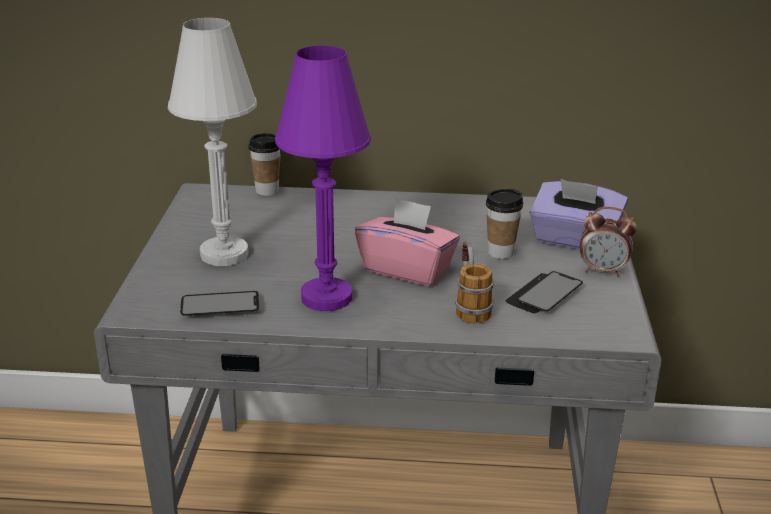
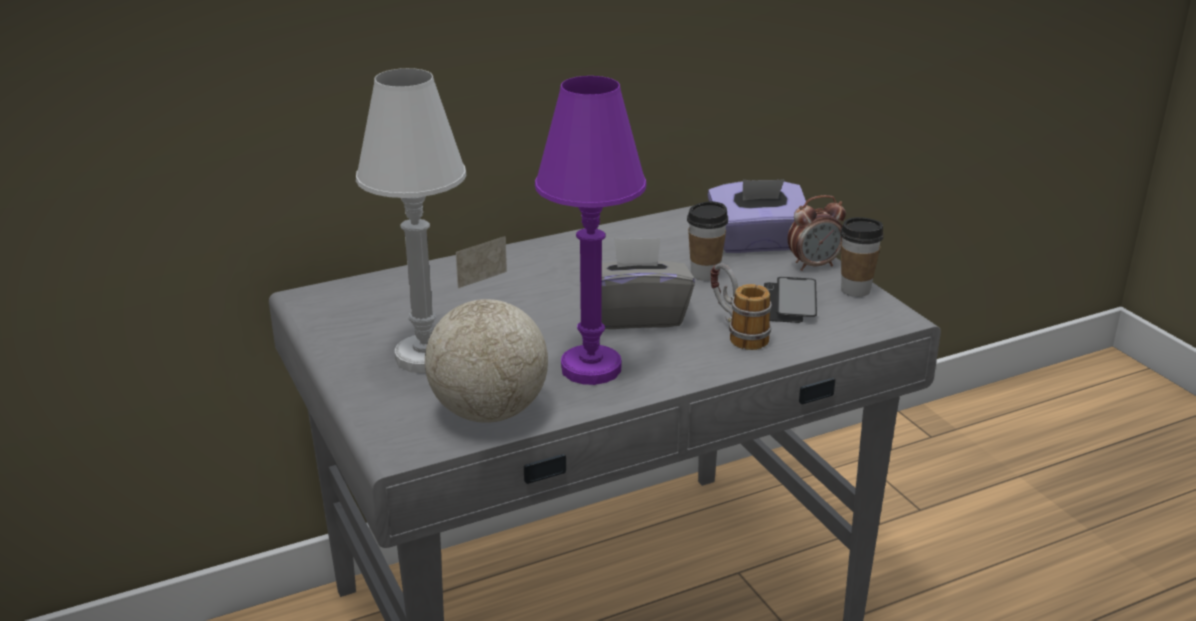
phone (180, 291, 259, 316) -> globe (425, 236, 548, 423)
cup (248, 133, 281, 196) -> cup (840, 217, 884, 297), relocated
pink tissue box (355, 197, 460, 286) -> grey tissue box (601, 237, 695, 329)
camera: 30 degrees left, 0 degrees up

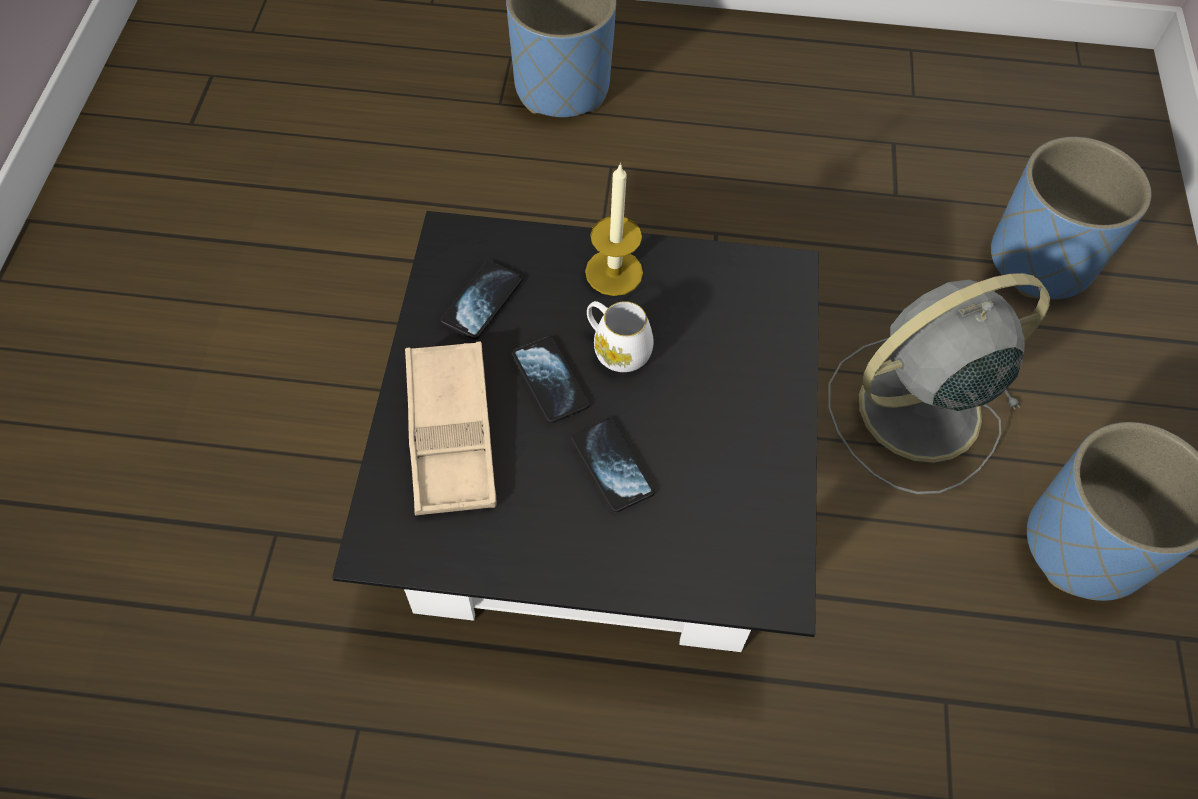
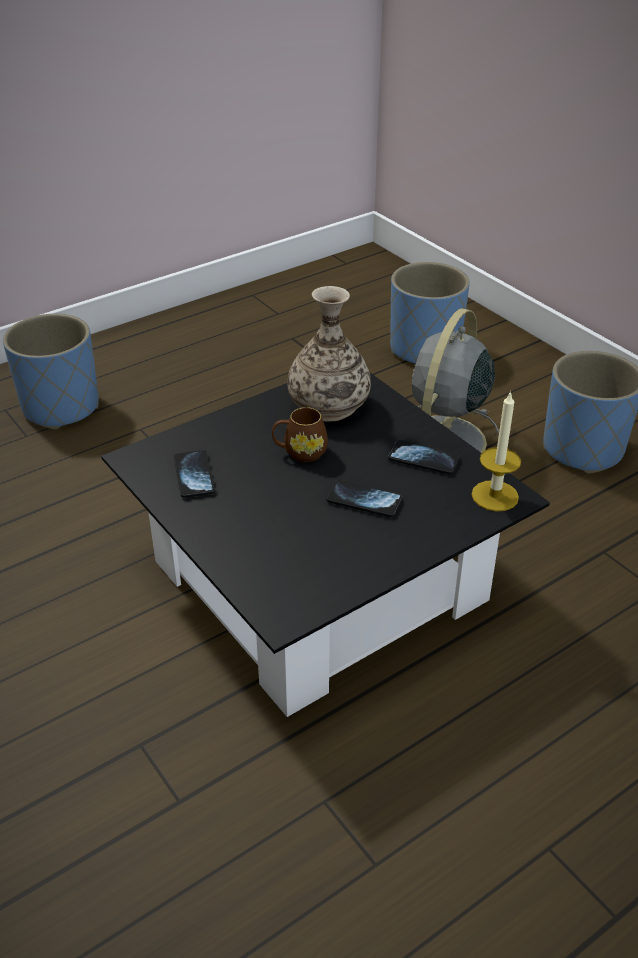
beige tray (405, 341, 497, 516) -> none
phone (512, 336, 589, 423) -> phone (388, 440, 461, 474), relocated
candle (585, 163, 643, 296) -> candle (471, 391, 521, 511), relocated
white mug (587, 301, 654, 372) -> brown mug (272, 407, 328, 462)
none -> vase (287, 286, 371, 421)
camera: 40 degrees left, 20 degrees down

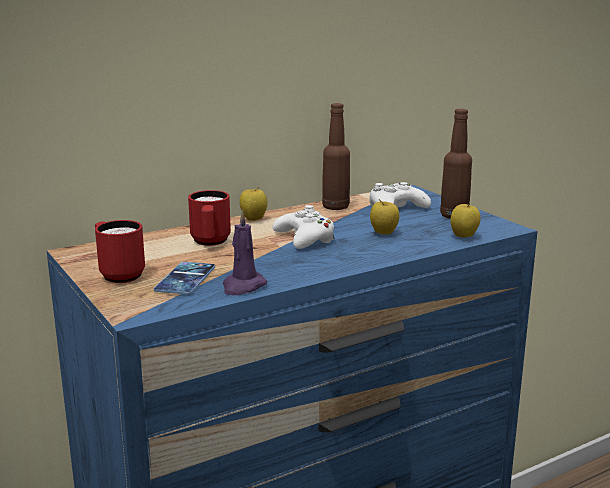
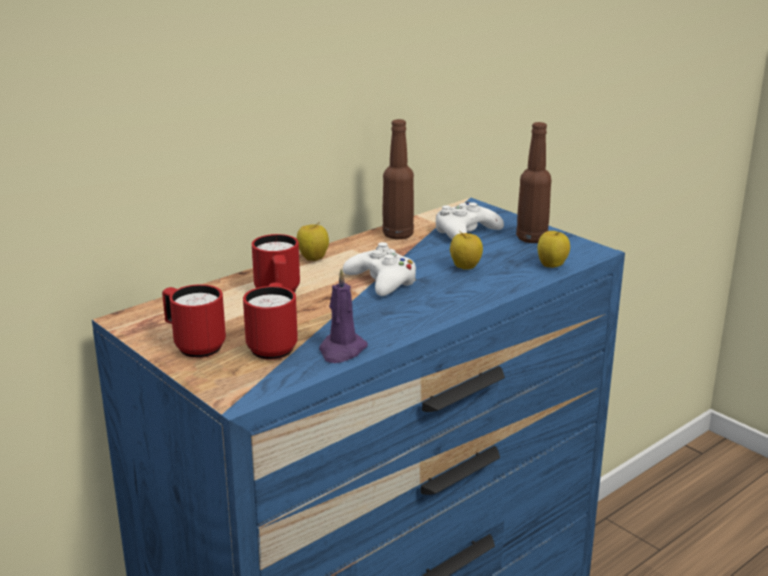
phone (154, 262, 215, 295) -> red mug (243, 283, 298, 360)
camera: 10 degrees left, 5 degrees up

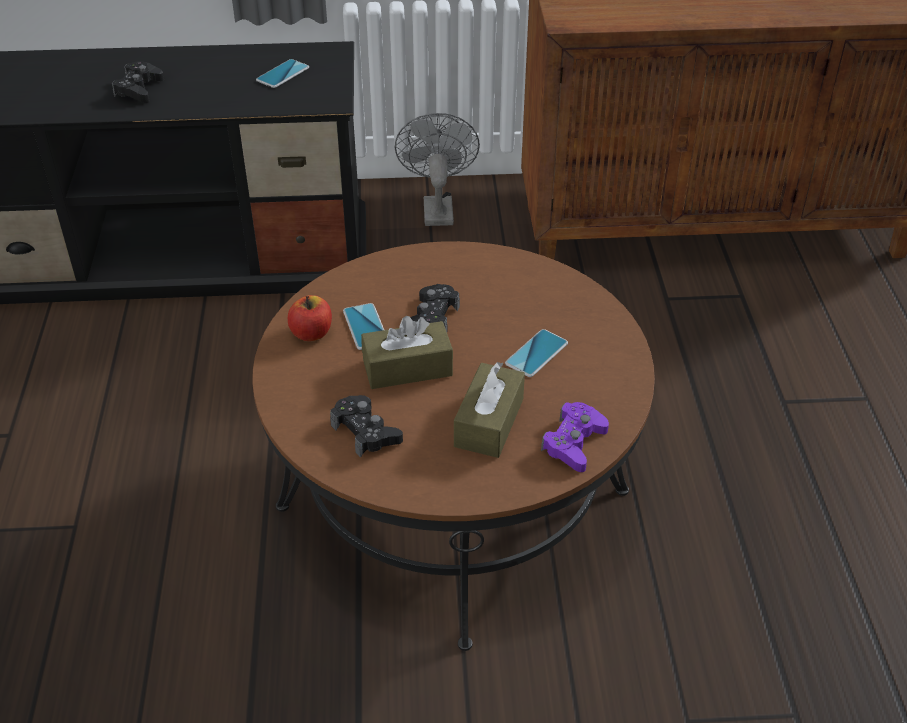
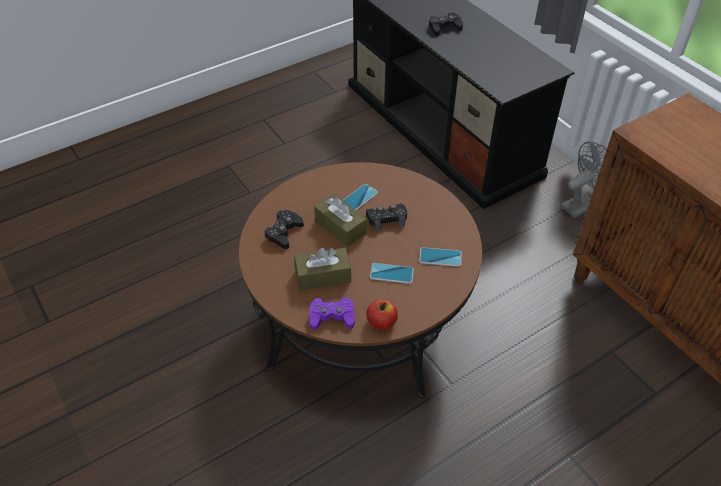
phone (256, 59, 309, 88) -> phone (419, 247, 462, 267), relocated
apple (288, 295, 332, 341) -> apple (366, 300, 398, 330), relocated
camera: 60 degrees right, 5 degrees up

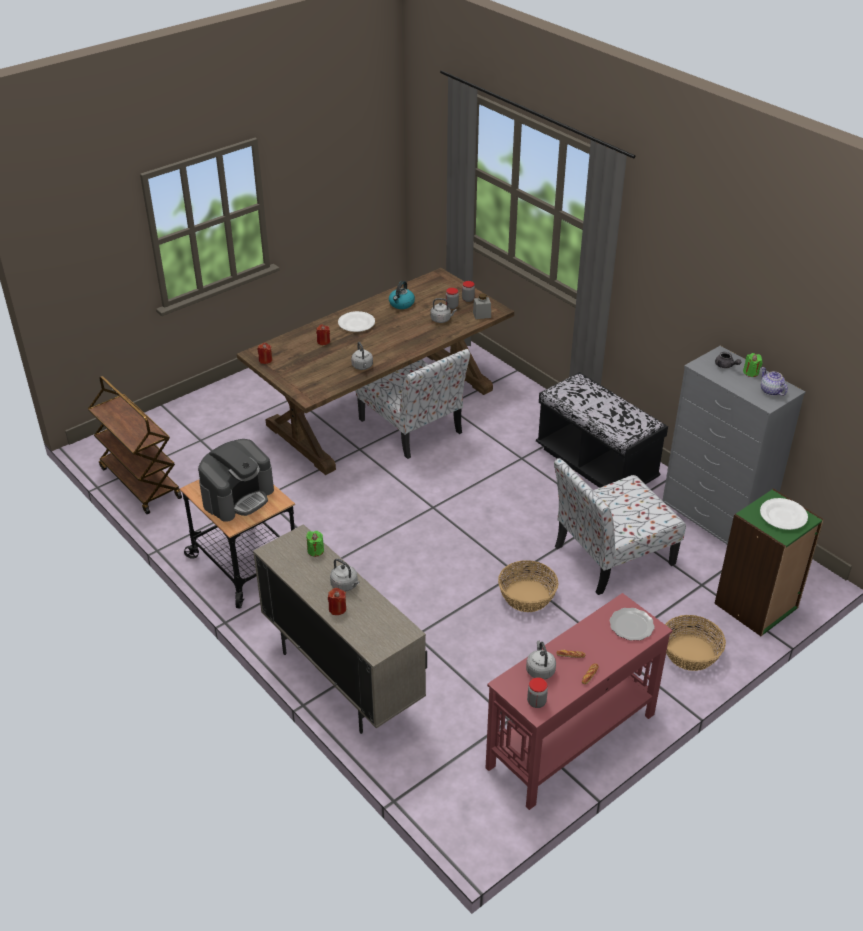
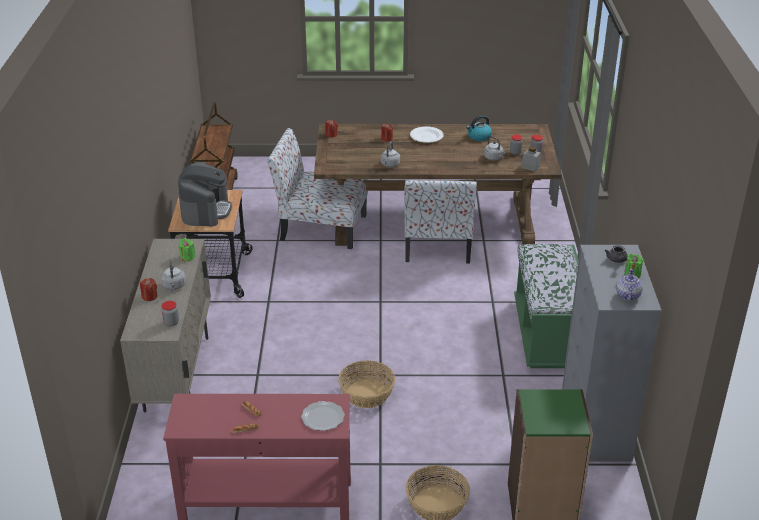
coffee machine (198, 439, 274, 522) -> coffee machine (178, 162, 232, 227), 75 degrees counterclockwise
grey kettle (526, 640, 556, 680) -> none
jar (527, 677, 548, 708) -> jar (162, 301, 179, 326), relocated
black bench (536, 372, 668, 488) -> green bench (514, 244, 579, 368)
chair (554, 458, 686, 595) -> chair (267, 128, 368, 249), relocated
white plate (760, 498, 808, 530) -> none
camera: 40 degrees right, 5 degrees down

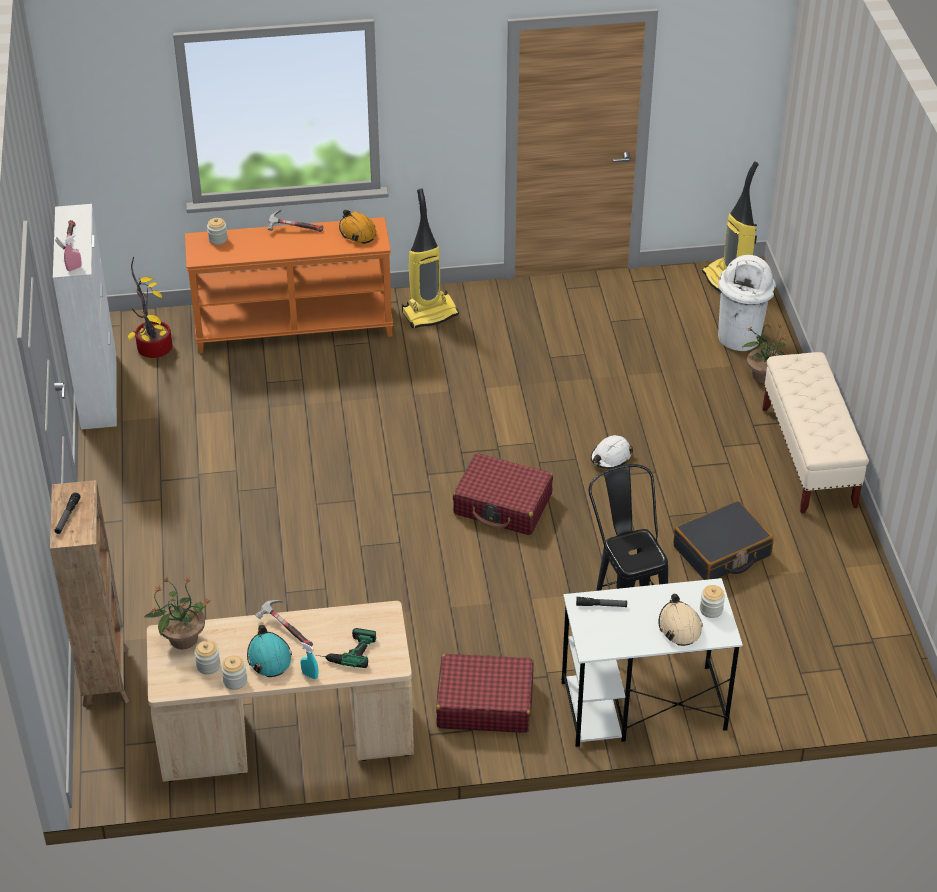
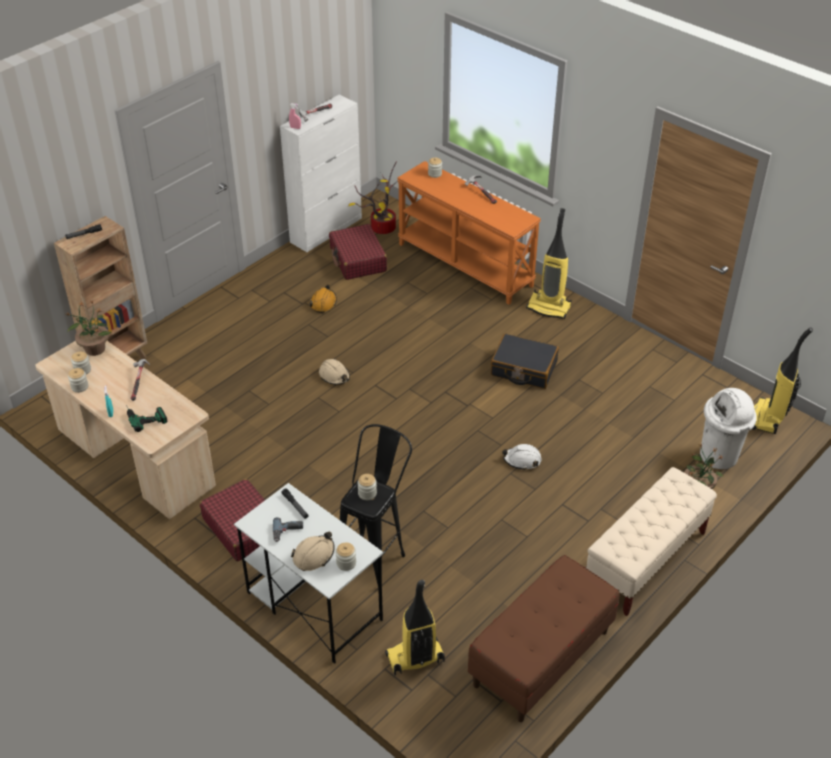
turquoise hard hat (247, 625, 292, 677) -> none
orange hard hat (339, 209, 377, 244) -> orange hard hat (309, 284, 337, 313), relocated
red suitcase (453, 453, 553, 535) -> red suitcase (329, 224, 387, 280), relocated
black suitcase (673, 501, 773, 580) -> black suitcase (491, 333, 559, 389), relocated
none -> power drill (273, 517, 303, 542)
none -> beige hard hat (319, 359, 350, 385)
none -> jar (357, 474, 377, 500)
none -> vacuum cleaner (385, 580, 445, 675)
none -> brown bench (468, 555, 620, 722)
camera: 50 degrees right, 0 degrees up

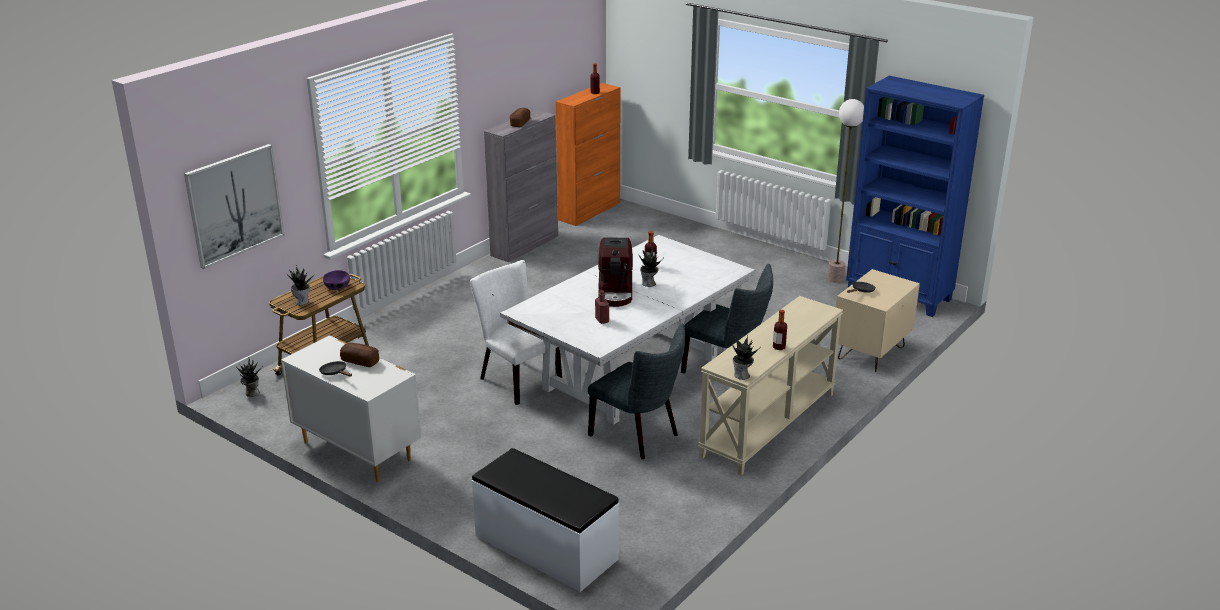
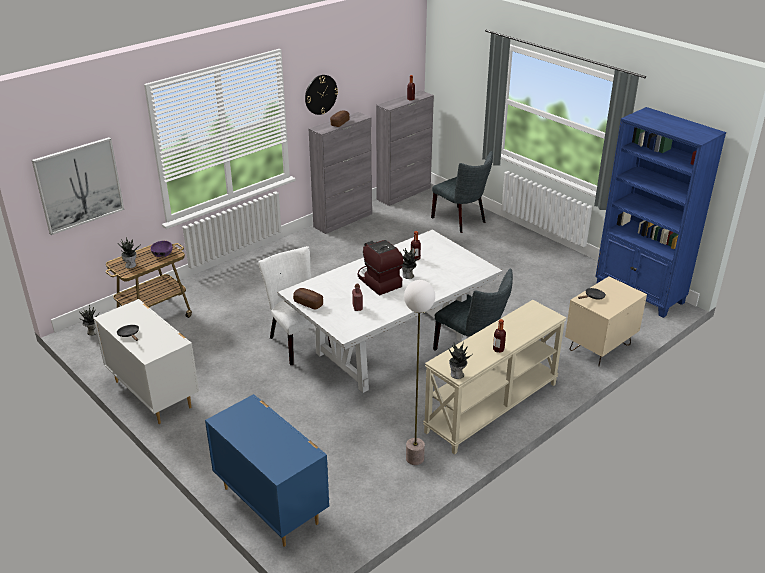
bread (340, 343, 379, 367) -> bread (293, 288, 323, 310), relocated
white bench (472, 448, 620, 592) -> blue dresser (205, 394, 329, 547)
orange cabinet (556, 83, 621, 226) -> grey cabinet (376, 90, 434, 206)
grey chair (588, 323, 685, 459) -> grey chair (431, 151, 493, 233), relocated
coffee machine (598, 238, 633, 307) -> coffee machine (358, 240, 404, 296), 135 degrees clockwise
floor lamp (828, 99, 864, 283) -> floor lamp (404, 280, 435, 465), relocated
none -> wall clock (305, 75, 338, 115)
camera: 10 degrees right, 5 degrees up

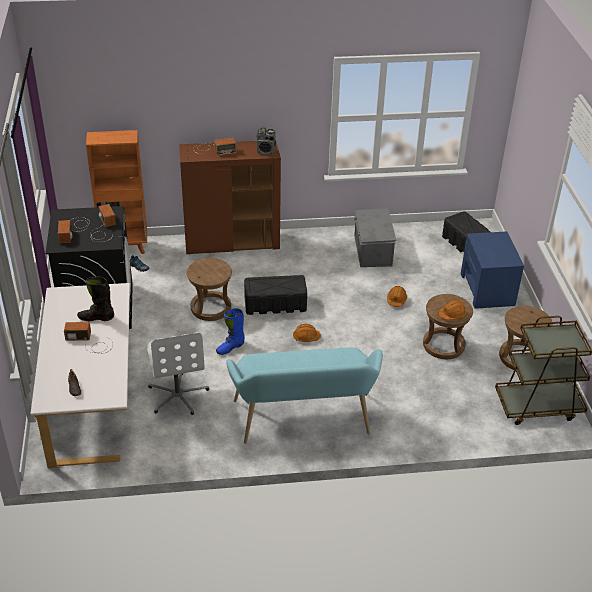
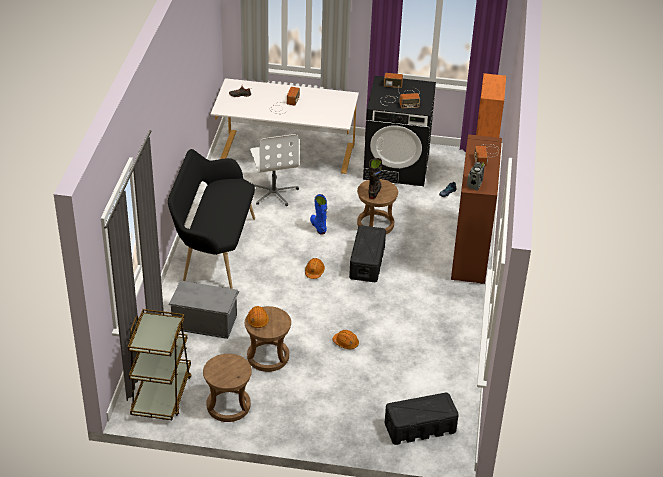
black boot (77, 276, 114, 321) -> black boot (368, 158, 382, 199), relocated
white office chair (146, 332, 209, 415) -> white office chair (250, 134, 299, 206), 105 degrees counterclockwise
turquoise bench (226, 348, 383, 444) -> black bench (168, 149, 255, 289)
grey storage box (354, 208, 396, 267) -> grey storage box (169, 281, 239, 339), relocated
blue nightstand (461, 231, 524, 309) -> none
camera: 105 degrees right, 0 degrees up

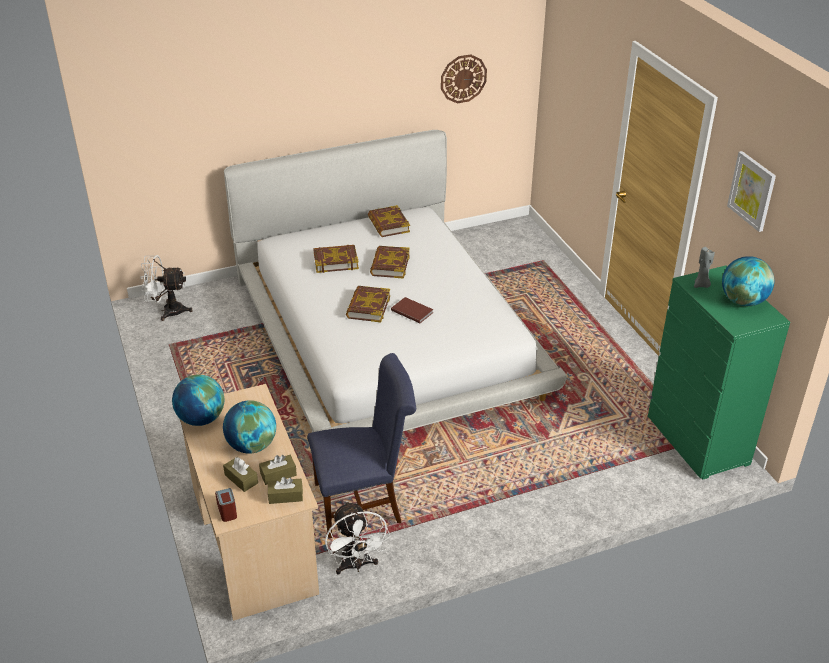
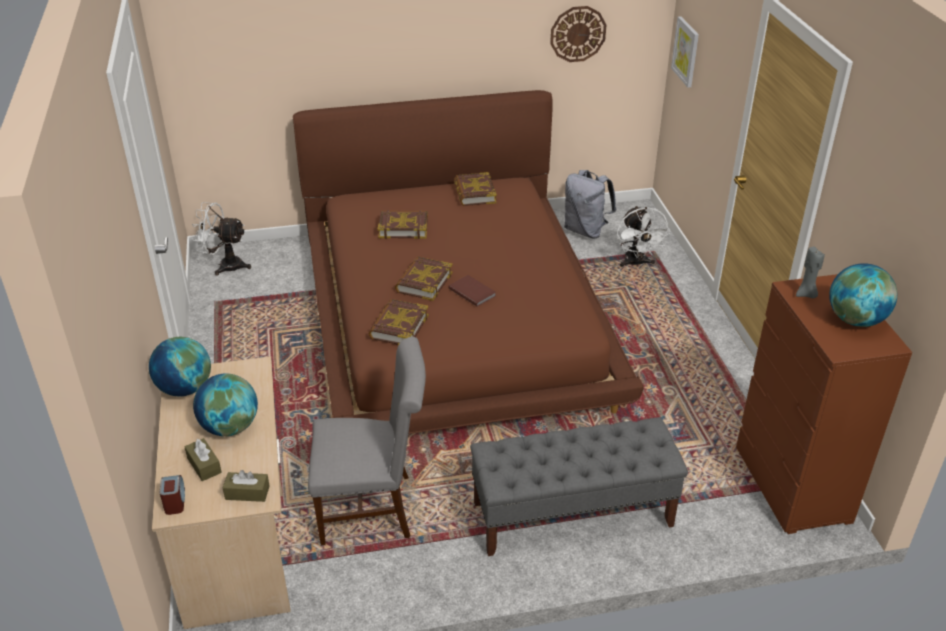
white bed (224, 130, 567, 432) -> brown bed (293, 90, 644, 434)
brown tissue box (259, 455, 297, 485) -> none
blue chair (307, 353, 416, 538) -> grey chair (308, 337, 426, 545)
white fan (325, 501, 390, 575) -> white fan (617, 206, 671, 267), relocated
book (370, 246, 410, 279) -> book (369, 299, 429, 345), relocated
green dresser (648, 265, 790, 480) -> brown dresser (736, 274, 912, 534)
picture (727, 151, 776, 232) -> picture (671, 16, 699, 88), relocated
none -> grey bench (470, 417, 688, 556)
none -> grey backpack (564, 170, 616, 238)
camera: 10 degrees right, 0 degrees up

